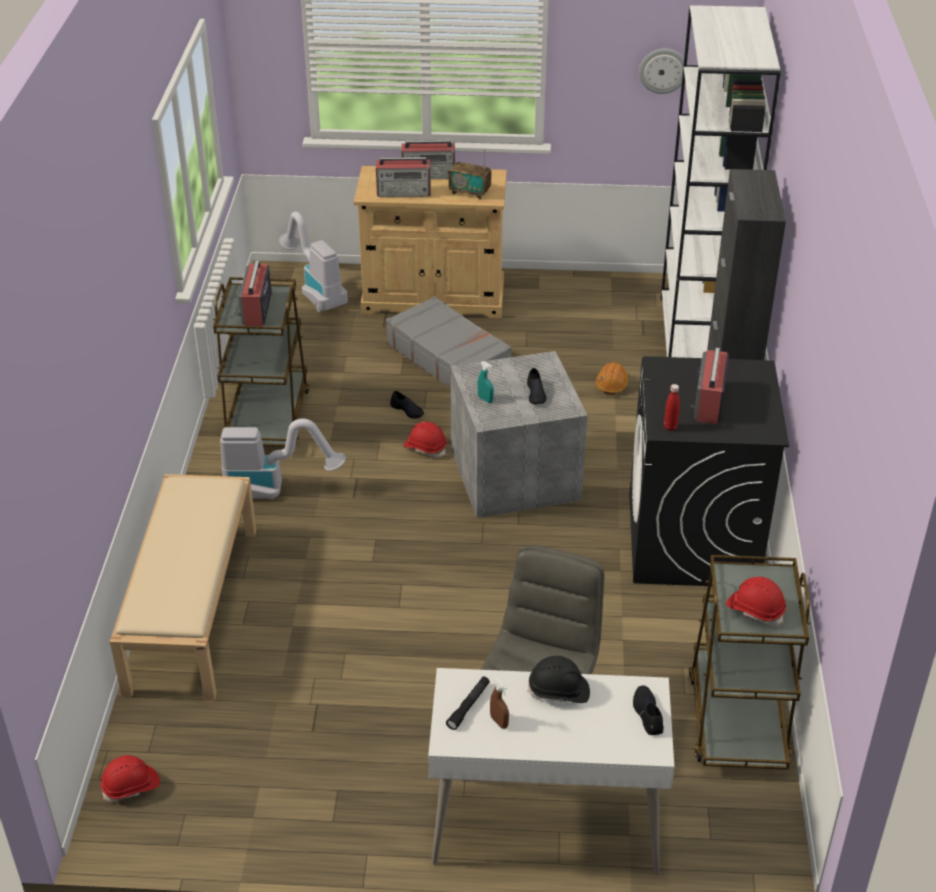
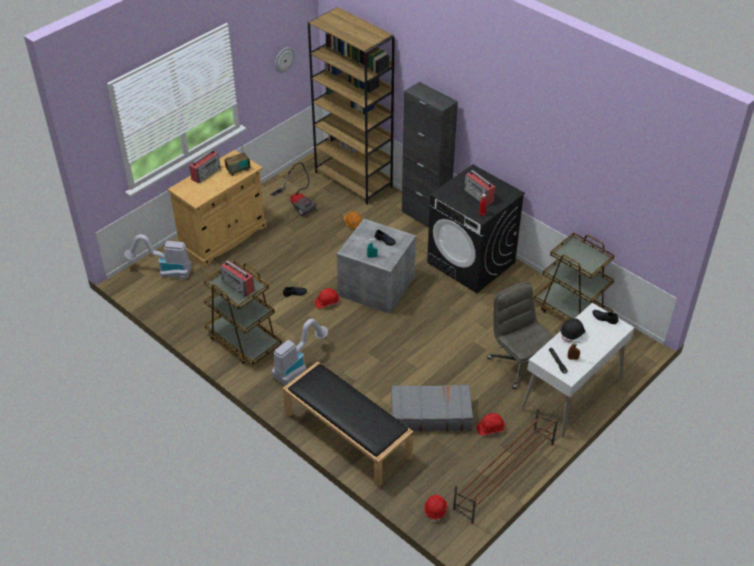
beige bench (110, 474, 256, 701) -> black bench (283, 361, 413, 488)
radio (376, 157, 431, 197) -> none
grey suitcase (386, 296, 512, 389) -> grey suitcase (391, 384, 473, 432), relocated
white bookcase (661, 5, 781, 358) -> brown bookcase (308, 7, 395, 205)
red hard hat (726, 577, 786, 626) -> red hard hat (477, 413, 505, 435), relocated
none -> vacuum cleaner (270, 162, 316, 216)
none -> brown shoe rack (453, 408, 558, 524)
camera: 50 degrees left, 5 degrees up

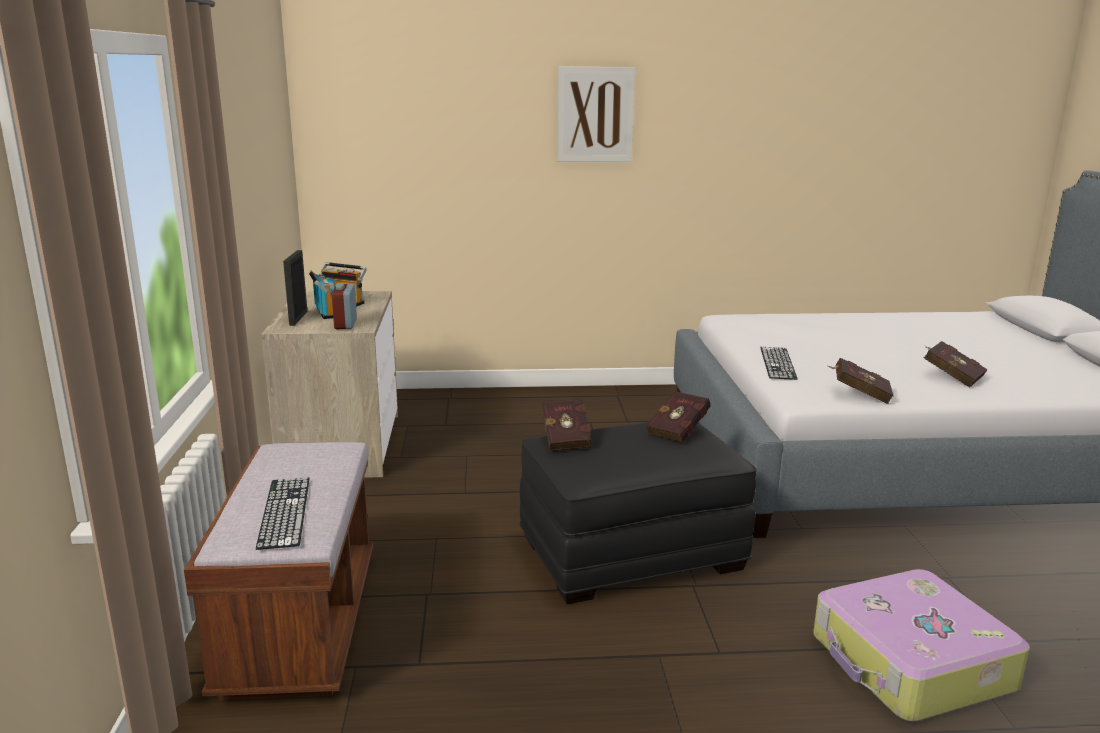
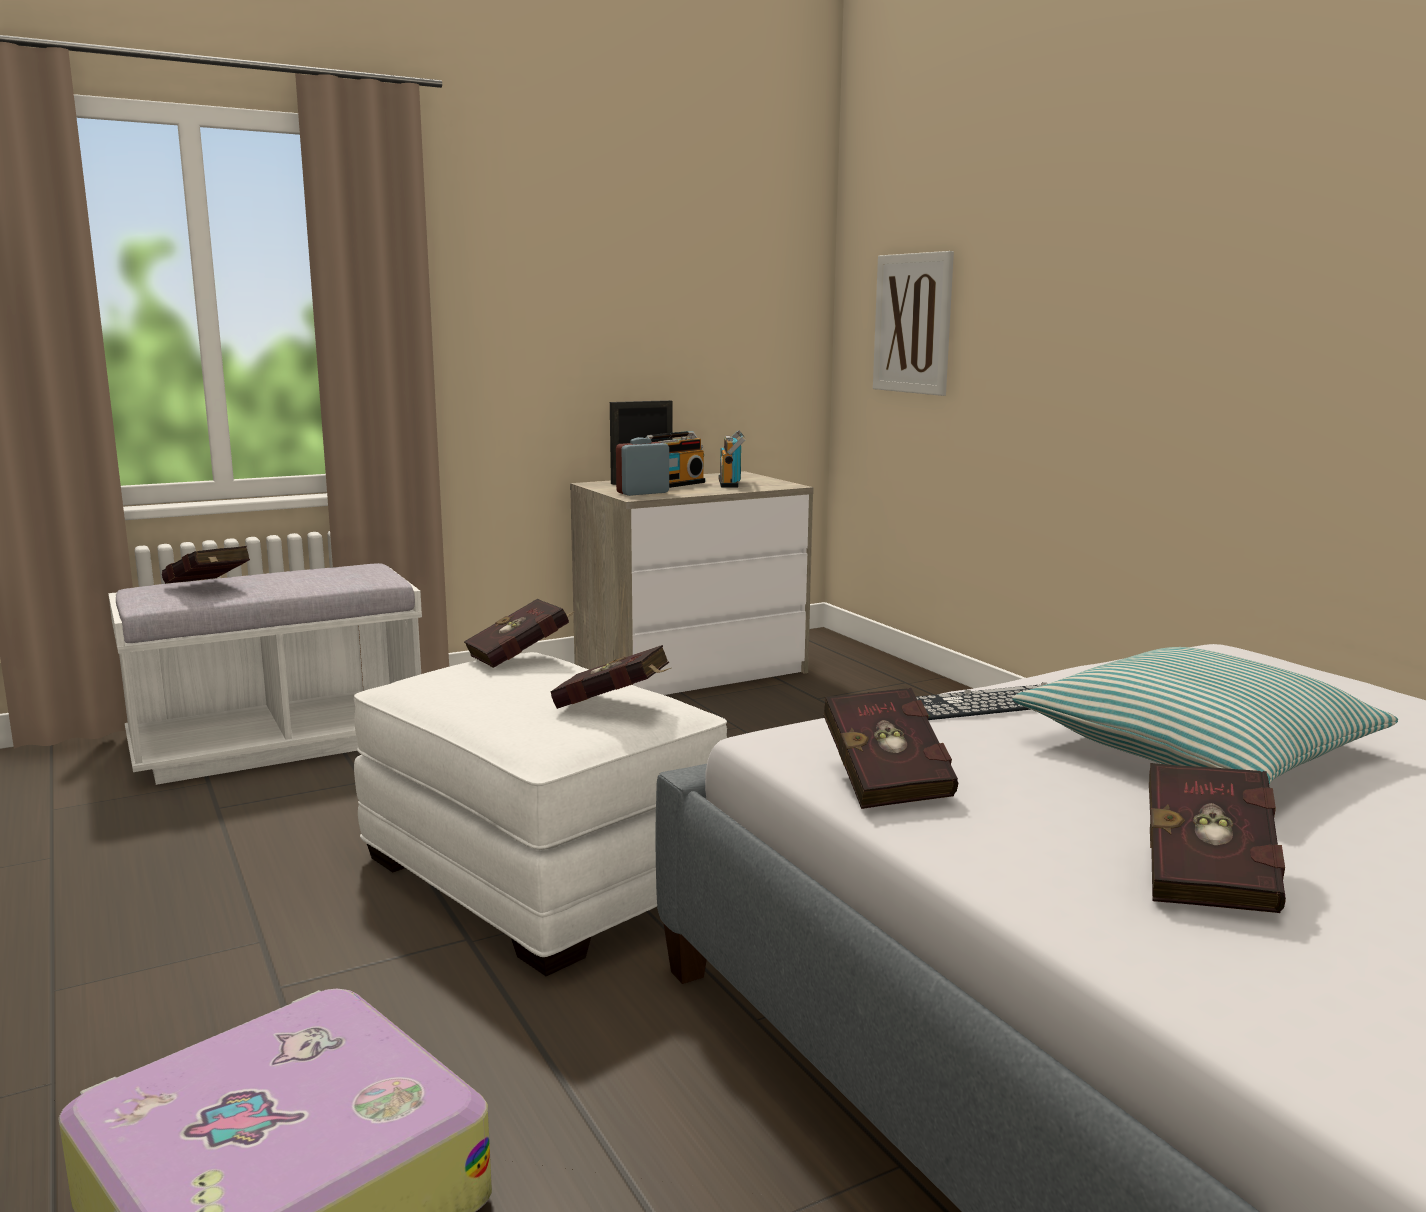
brown bench (184, 442, 373, 700) -> white bench (108, 563, 422, 785)
keyboard (256, 477, 310, 550) -> red book (162, 546, 250, 584)
black ottoman (520, 422, 757, 604) -> white ottoman (354, 652, 727, 976)
picture (557, 66, 635, 162) -> picture (873, 251, 954, 396), relocated
none -> pillow (1012, 647, 1398, 784)
camera: 65 degrees right, 5 degrees down

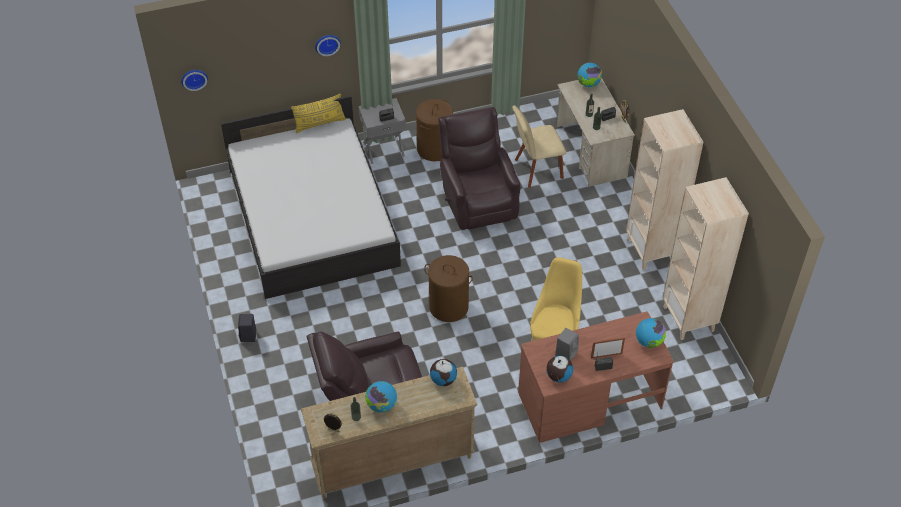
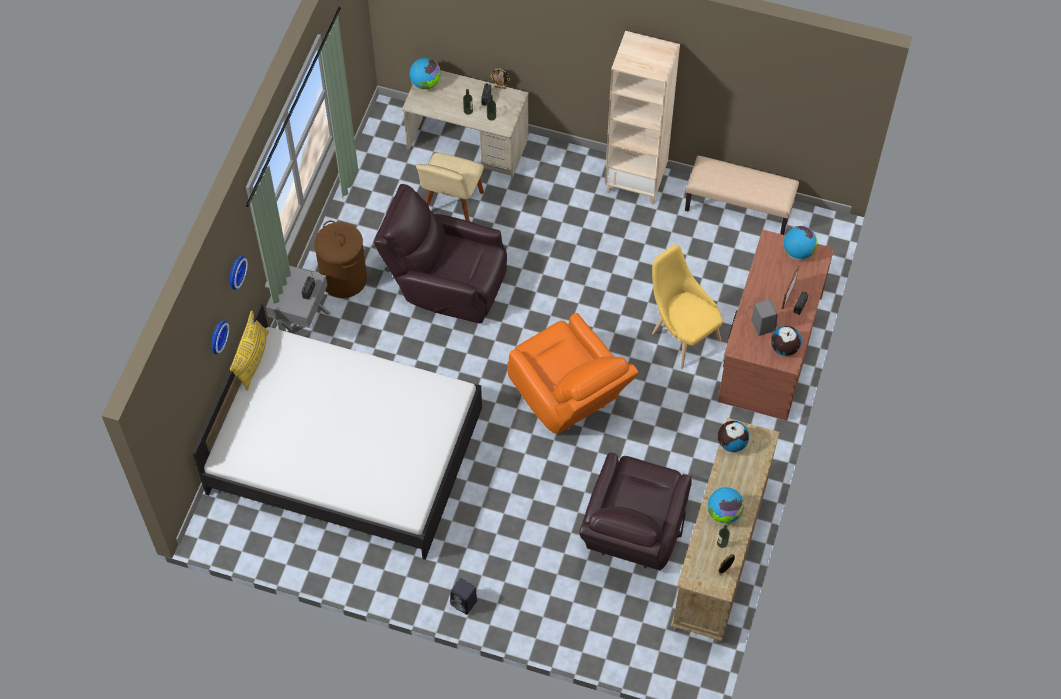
wall clock (181, 70, 208, 91) -> wall clock (211, 320, 229, 354), relocated
brown laundry basket (424, 255, 473, 322) -> orange armchair (507, 313, 638, 435)
beige bookcase (663, 177, 749, 340) -> beige bench (685, 156, 799, 235)
camera: 55 degrees left, 10 degrees up

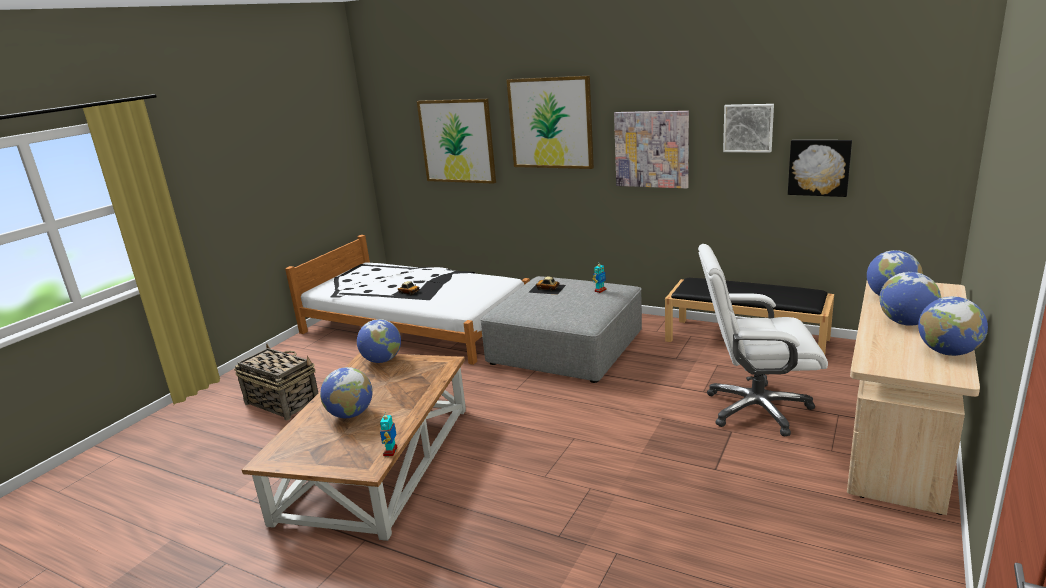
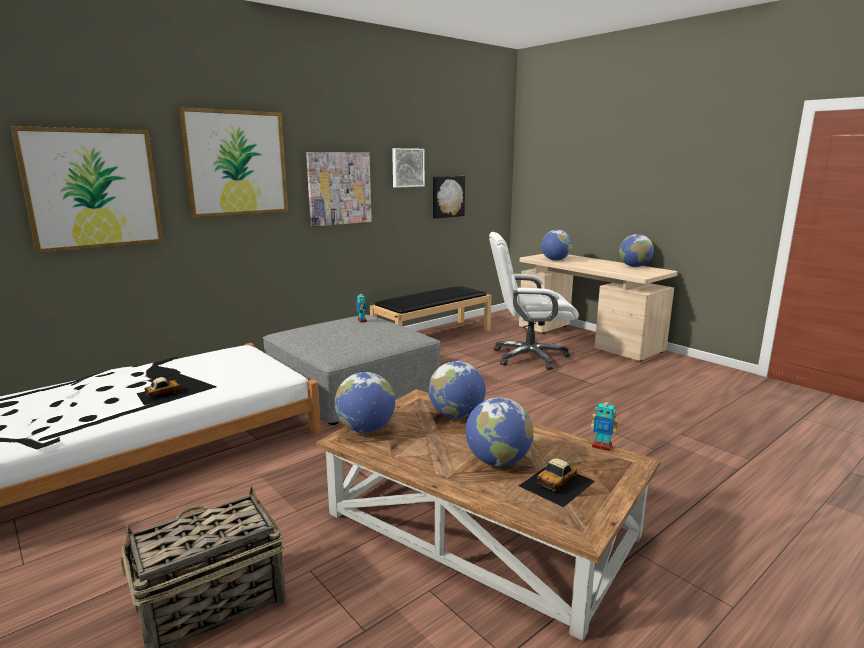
toy car (528, 276, 566, 295) -> toy car (519, 458, 595, 507), relocated
white office chair (698, 244, 828, 437) -> white office chair (489, 232, 579, 370), 60 degrees clockwise
globe (879, 272, 941, 326) -> globe (429, 361, 486, 419), relocated
camera: 70 degrees left, 5 degrees down

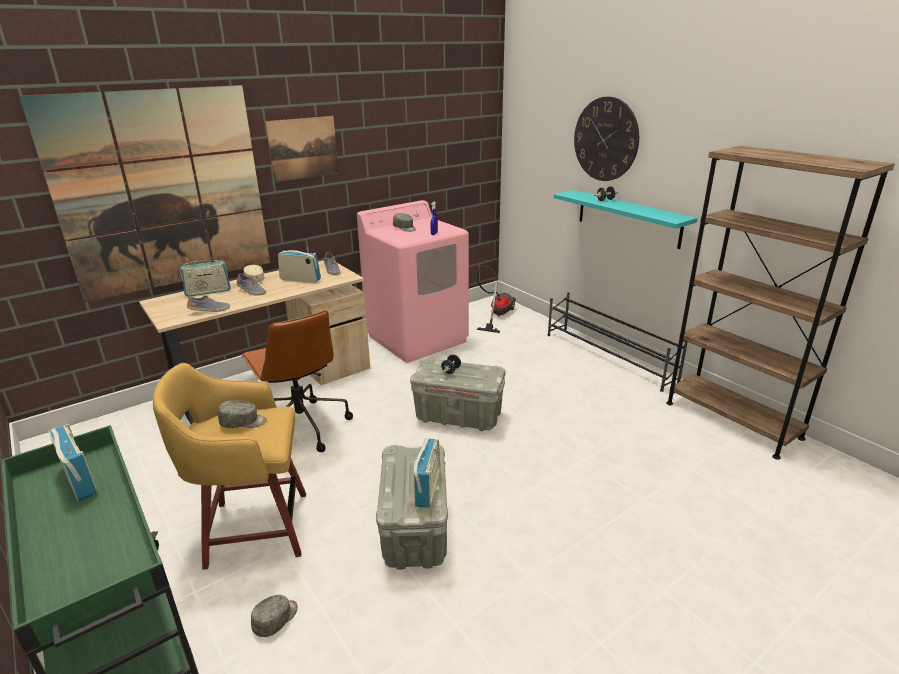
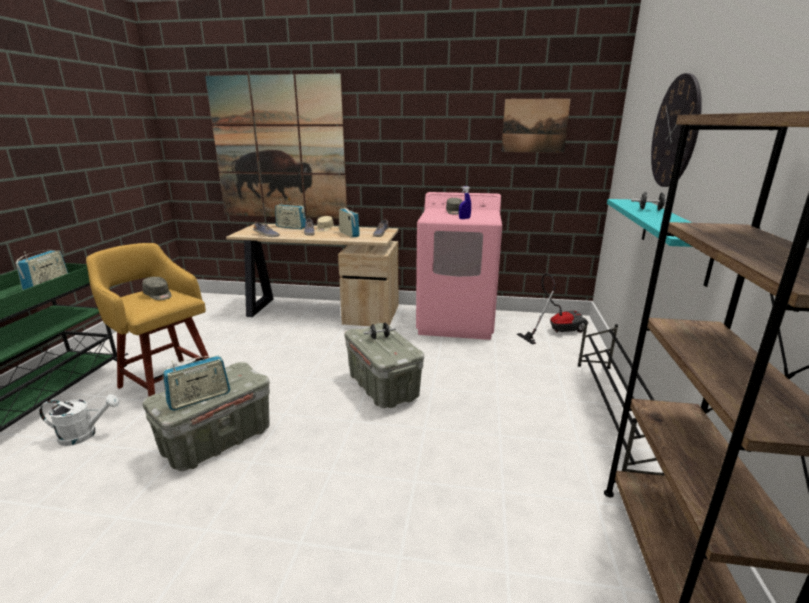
brown office chair (241, 310, 353, 452) -> none
grey cap (251, 595, 298, 637) -> white watering can (39, 394, 119, 446)
picture (265, 116, 339, 182) -> picture (501, 98, 571, 153), relocated
camera: 45 degrees right, 5 degrees down

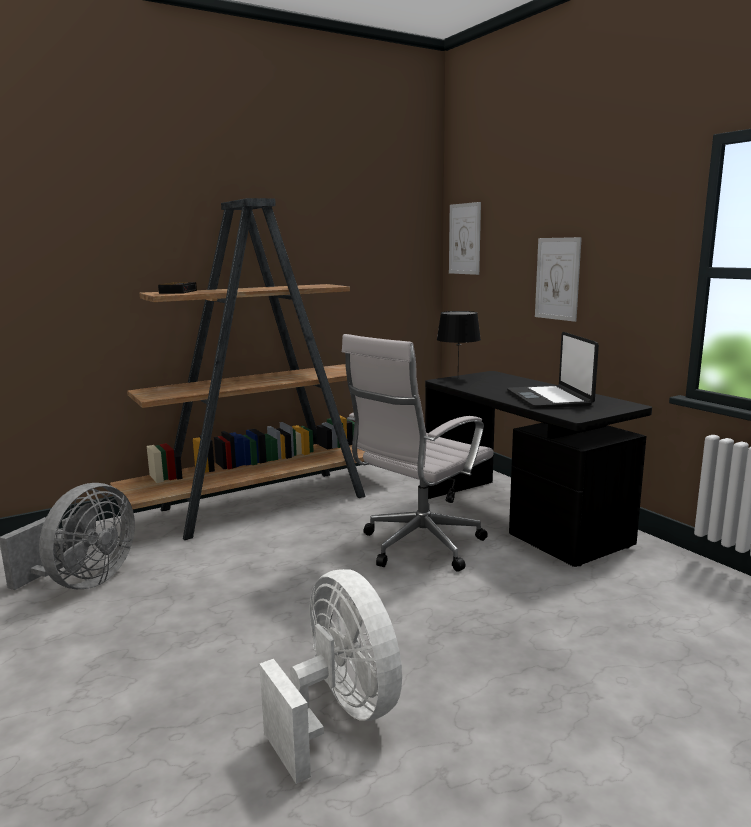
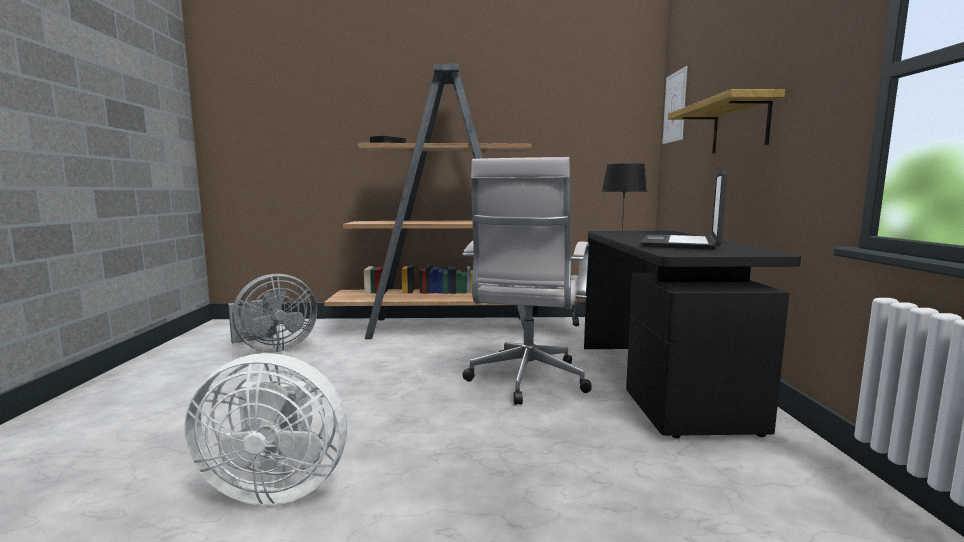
white fan (259, 569, 402, 784) -> white fan (184, 353, 347, 506), 90 degrees clockwise
white office chair (342, 334, 494, 572) -> white office chair (462, 157, 592, 405), 60 degrees counterclockwise
picture (535, 237, 582, 322) -> shelf (668, 89, 785, 153)
camera: 30 degrees right, 5 degrees down

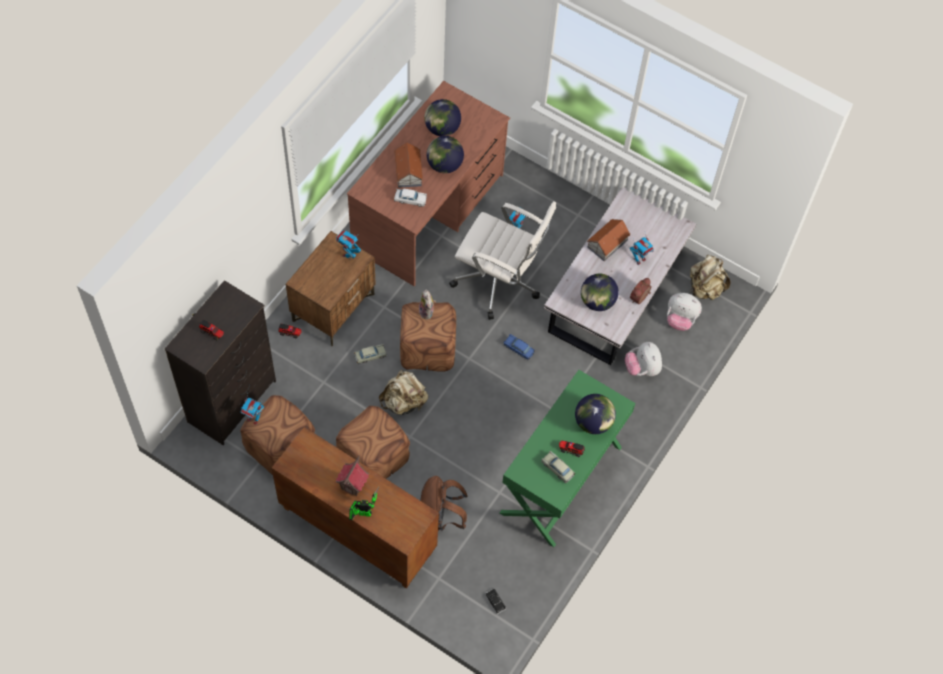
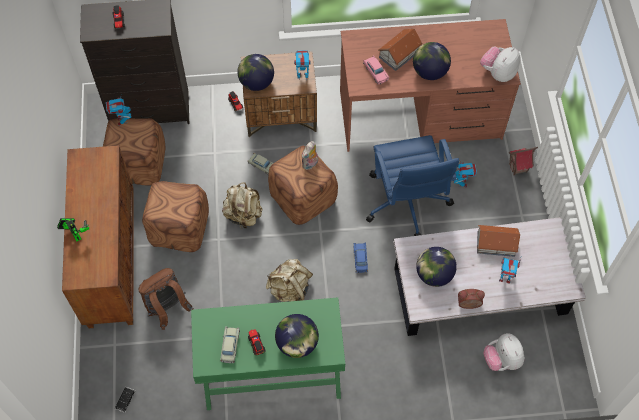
toy house (336, 456, 369, 496) -> toy house (509, 147, 538, 176), relocated
white toy car (394, 188, 427, 207) -> pink toy car (363, 55, 389, 84)
globe (424, 99, 461, 136) -> globe (237, 54, 274, 91), relocated
white office chair (449, 201, 556, 320) -> blue office chair (366, 135, 459, 236)
plush toy (625, 342, 662, 376) -> plush toy (480, 47, 520, 82), relocated
beige backpack (690, 255, 731, 300) -> beige backpack (266, 259, 313, 302), relocated
camera: 55 degrees right, 0 degrees up

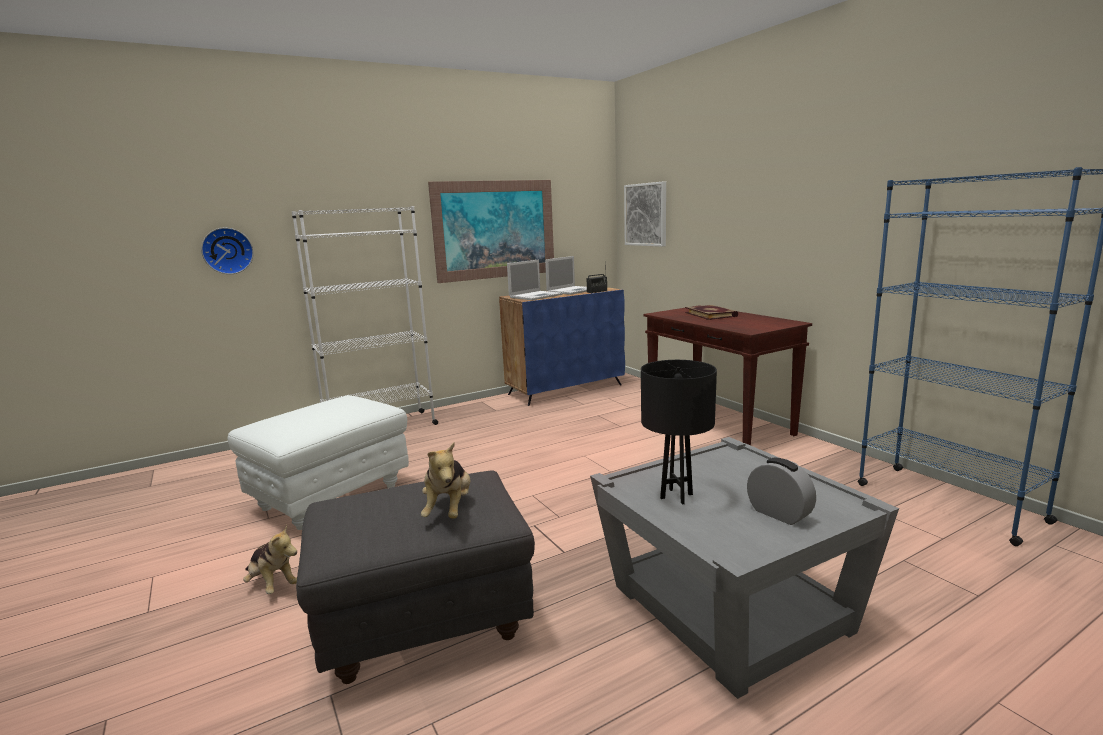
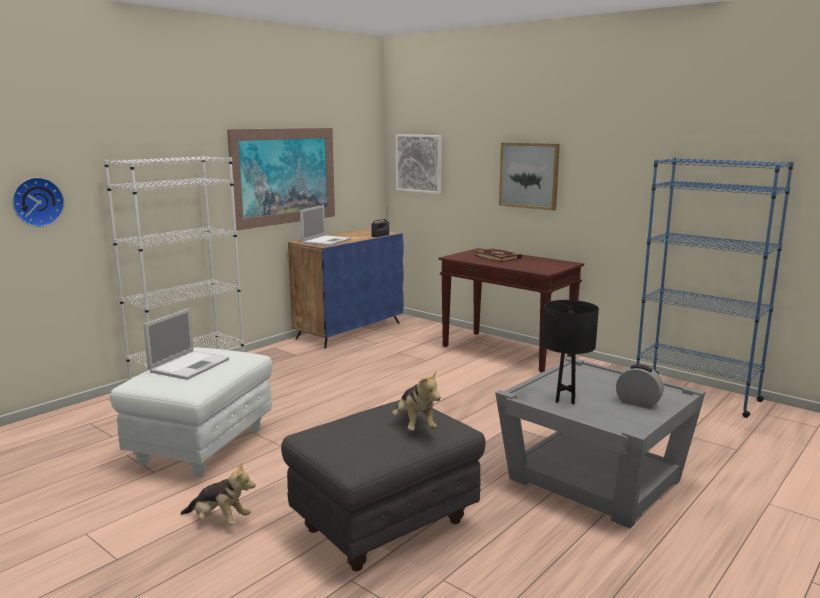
laptop (545, 256, 587, 295) -> laptop (143, 308, 229, 380), relocated
none -> picture (499, 142, 560, 211)
camera: 20 degrees left, 0 degrees up

